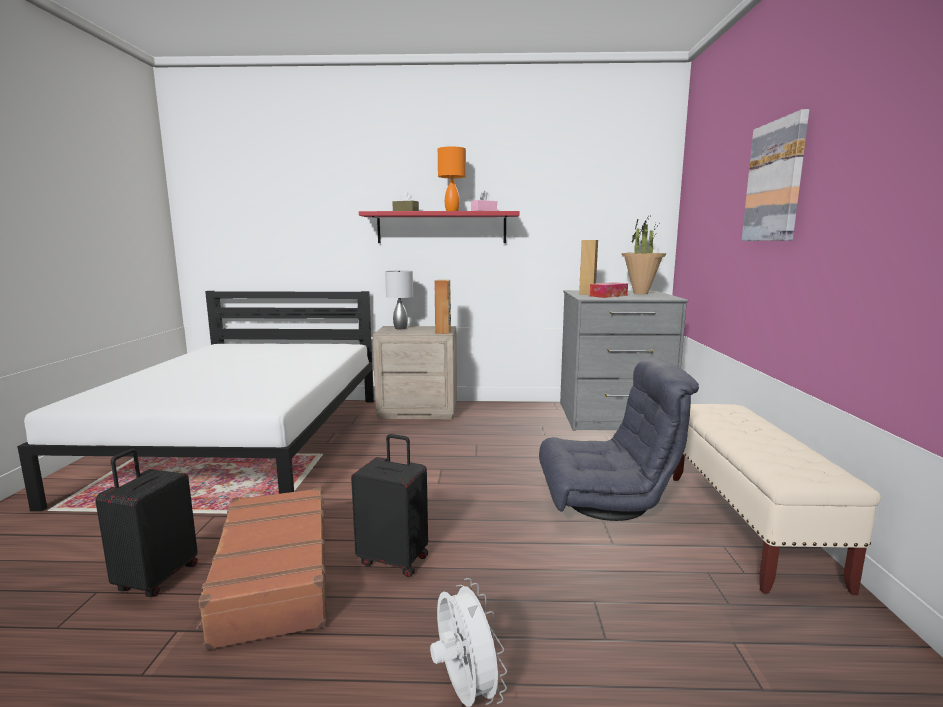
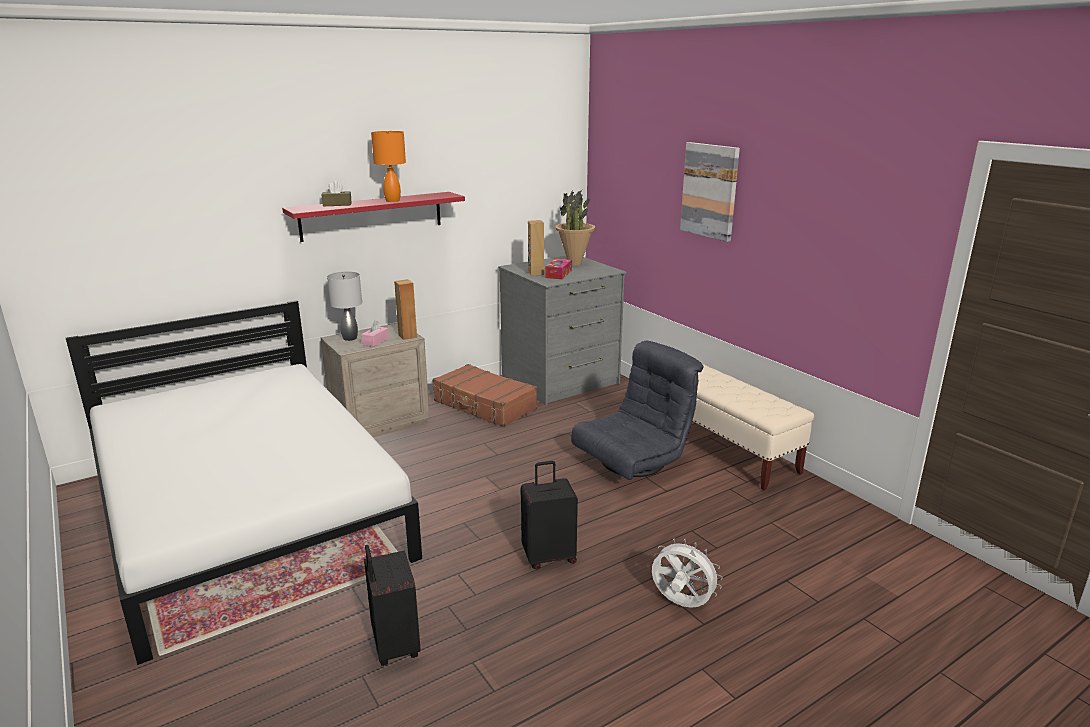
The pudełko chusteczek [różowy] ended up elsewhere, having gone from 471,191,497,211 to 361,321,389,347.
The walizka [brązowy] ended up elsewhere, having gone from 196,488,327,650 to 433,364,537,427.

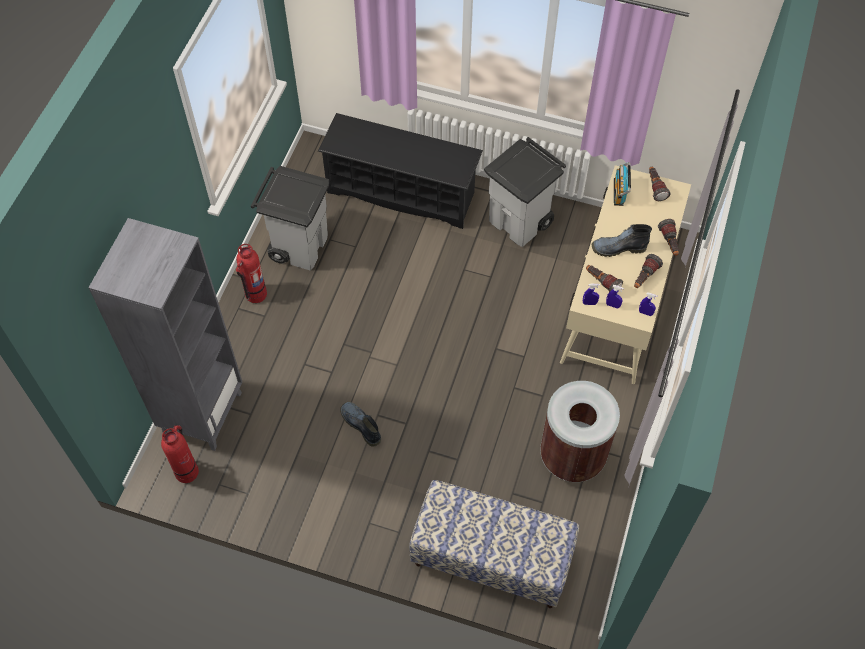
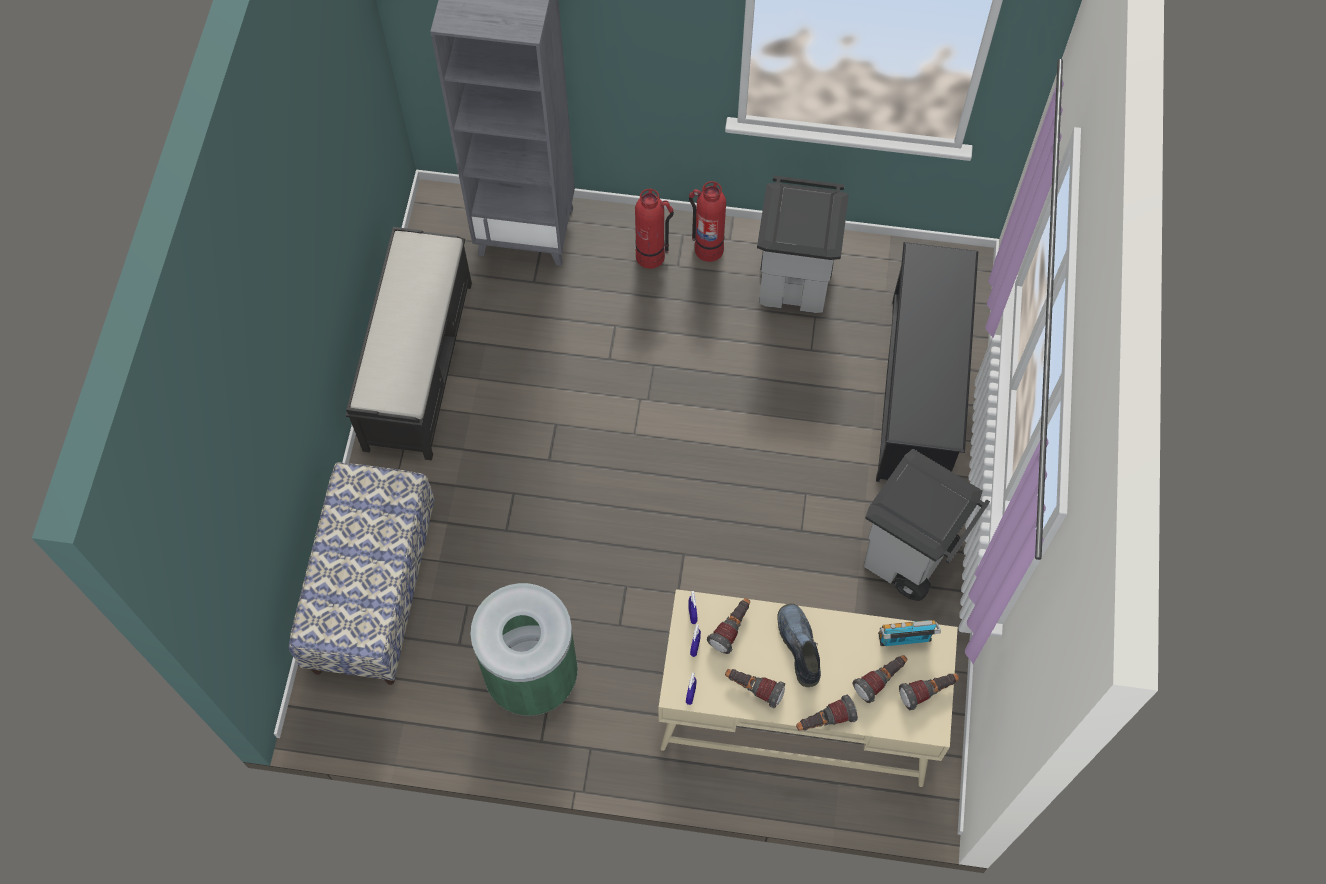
What was the kosz na śmieci [brązowy] at 540,381,620,482 turned into the kosz na śmieci [zielony] at 471,583,578,716.
The second view lost the but z cholewką at 340,402,381,447.
The gaśnica ended up elsewhere, having gone from 161,425,199,483 to 635,189,674,269.
The second view gained the ławka [czarny] at 346,227,472,461.
The second view gained the latarka at 853,655,907,703.

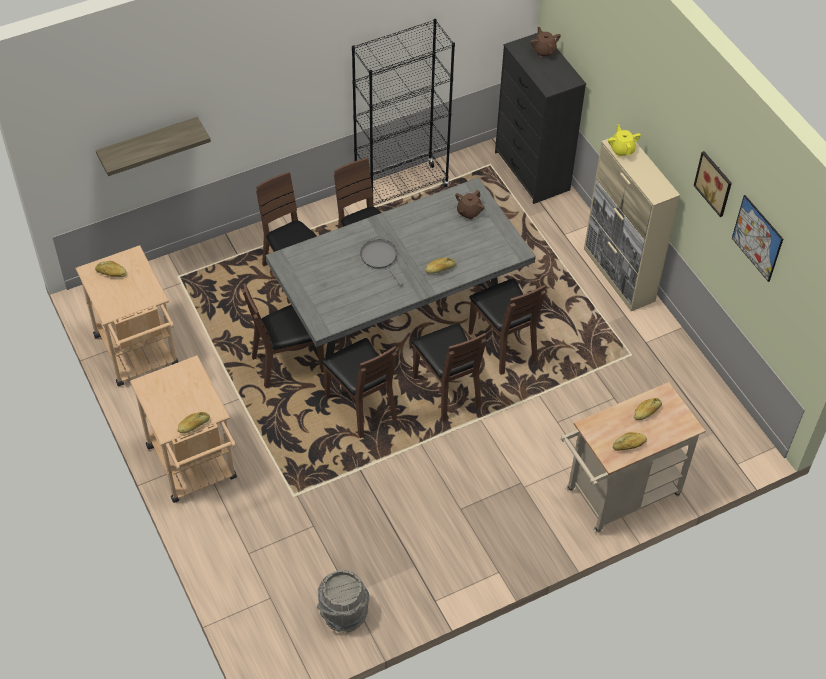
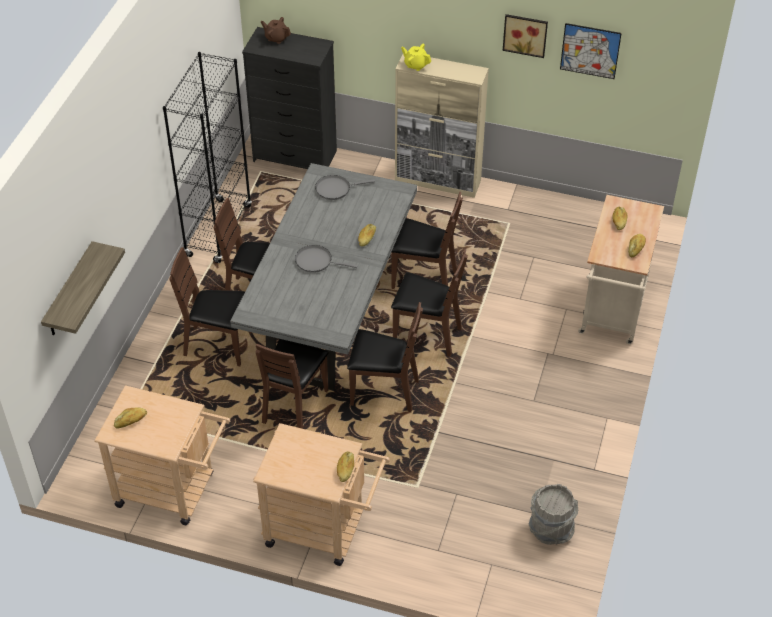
Where the imbryk [brązowy] stood at 455,190,484,220, the patelnia [szary] came to stand at 315,175,375,200.

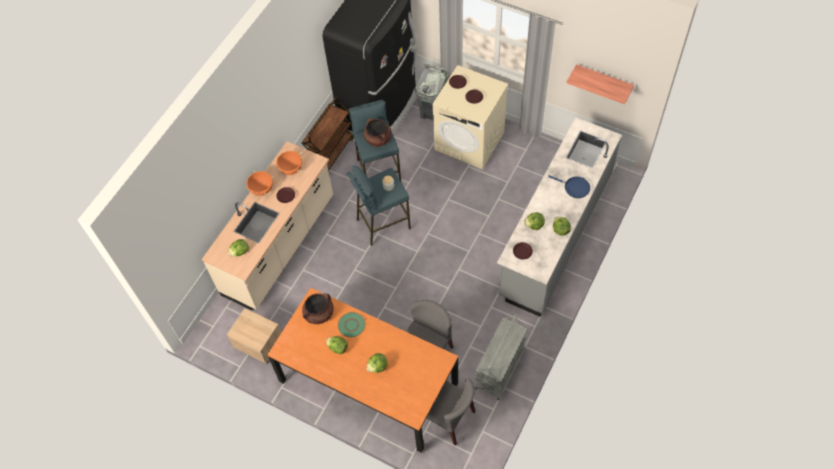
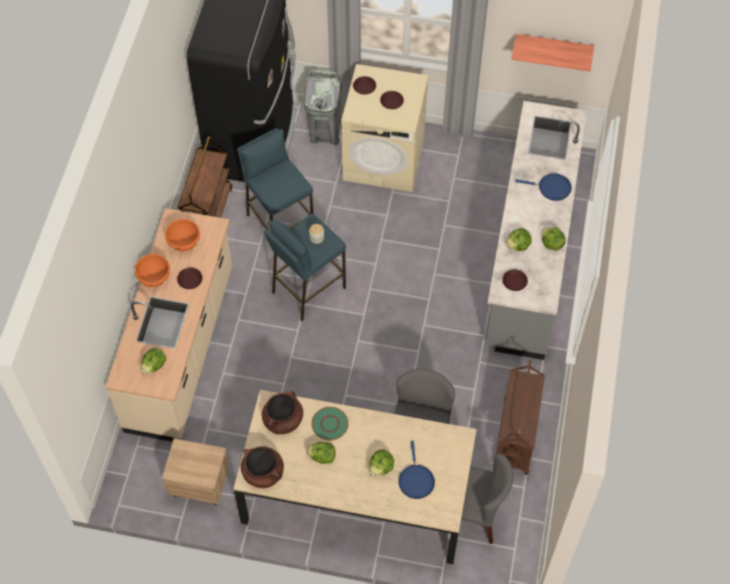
The garnek [brązowy] ended up elsewhere, having gone from 363,119,392,147 to 241,446,284,488.
What was the stół jadalny [pomarańczowy] at 267,288,458,453 turned into the stół jadalny [beżowy] at 233,390,477,564.
What was the wózek [szary] at 475,314,528,400 turned into the wózek [brązowy] at 493,360,545,474.
The second view gained the patelnia [niebieski] at 399,441,435,499.

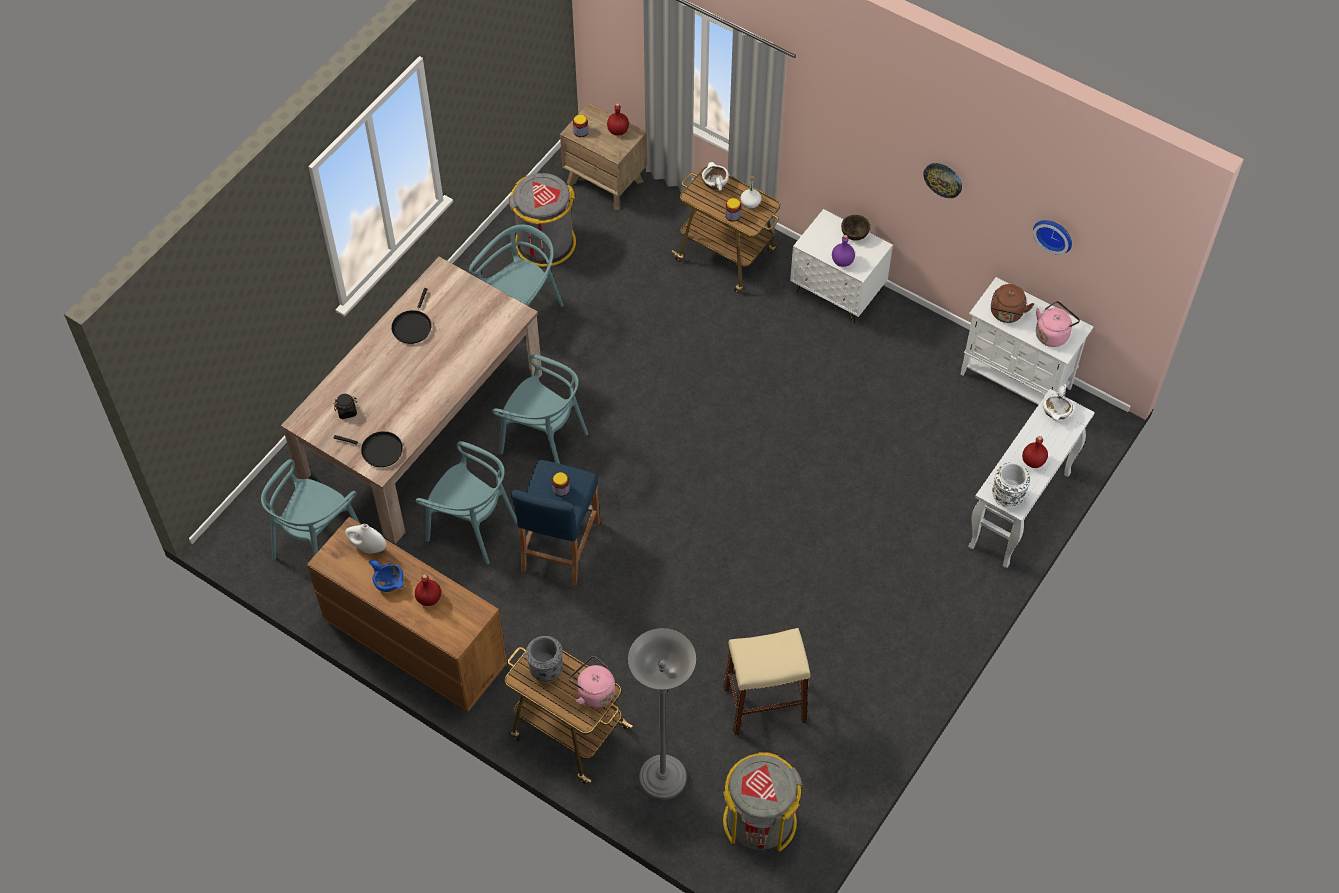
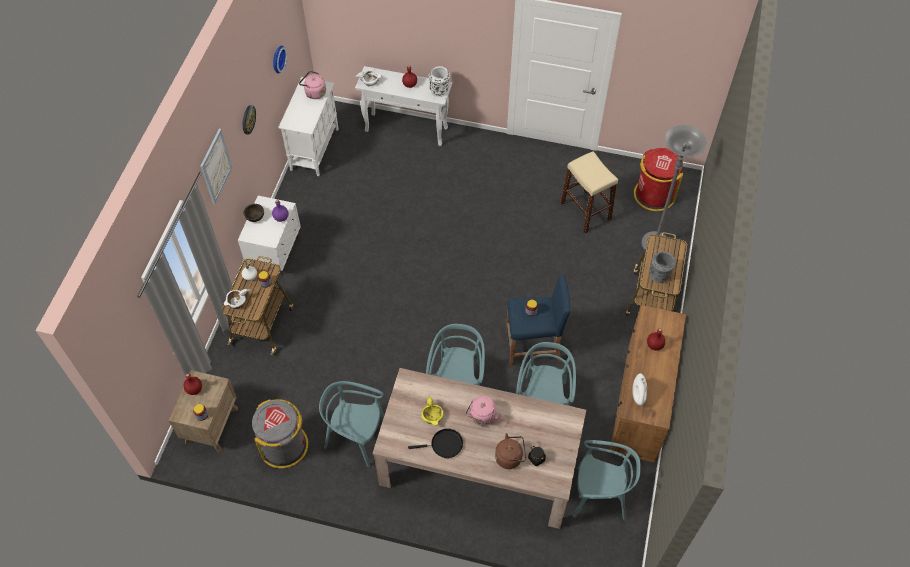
The czajnik [brązowy] ended up elsewhere, having gone from 991,284,1034,323 to 495,433,526,469.
The second view lost the patelnia [czarny] at 333,431,403,467.
The second view lost the miska [niebieski] at 369,560,404,592.
The czajnik [różowy] ended up elsewhere, having gone from 569,656,615,708 to 466,396,501,426.
What was the kosz na śmieci [szary] at 723,752,802,852 turned into the kosz na śmieci [czerwony] at 634,147,683,211.
The second view gained the obraz at 200,129,233,204.
The second view gained the miska [żółty] at 421,396,444,426.

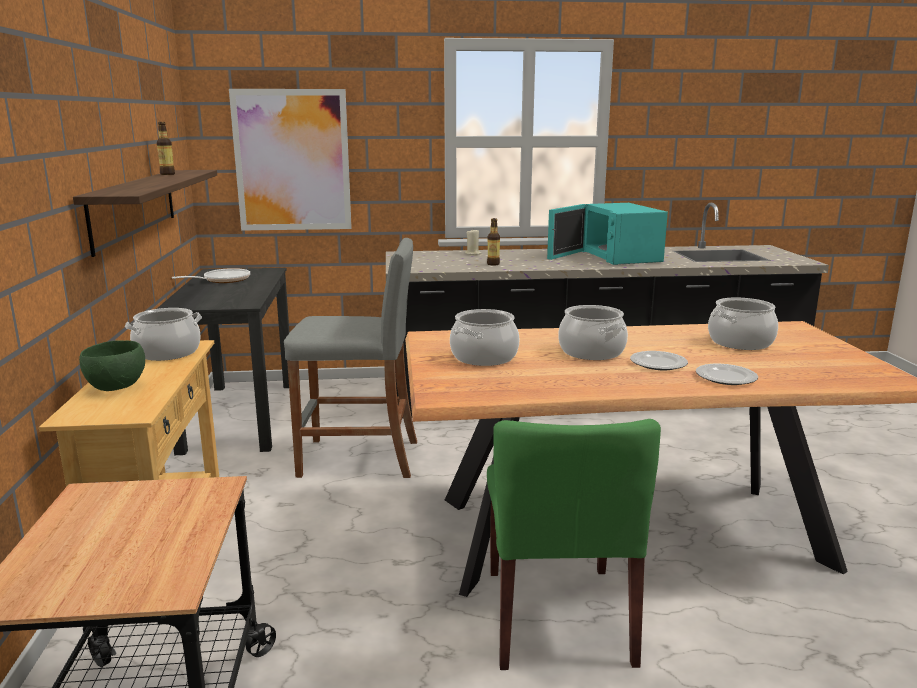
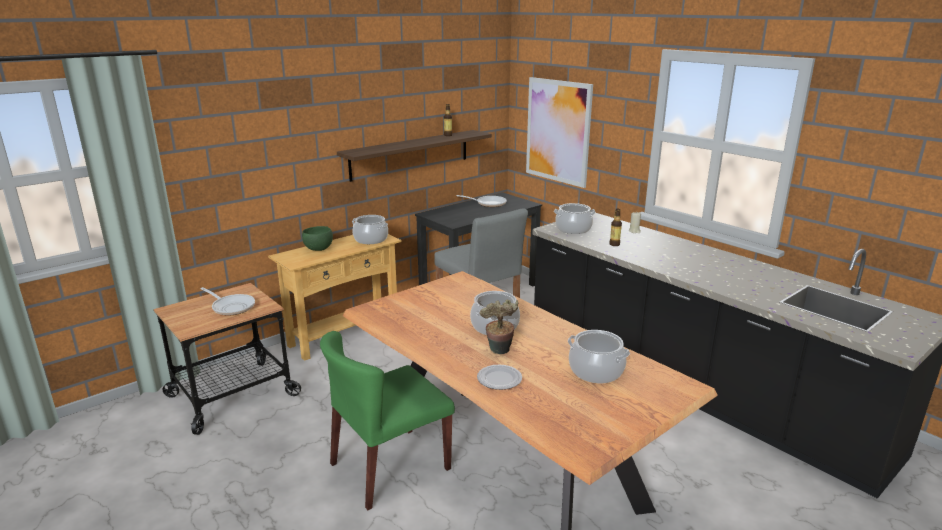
The second view lost the mikrofalówka [turkusowy] at 547,203,668,265.
The garnek ended up elsewhere, having gone from 450,309,520,366 to 554,203,596,234.
Where the talerz stood at 630,351,688,370, the roślina doniczkowa came to stand at 480,299,518,354.
The second view gained the patelnia at 200,287,255,316.

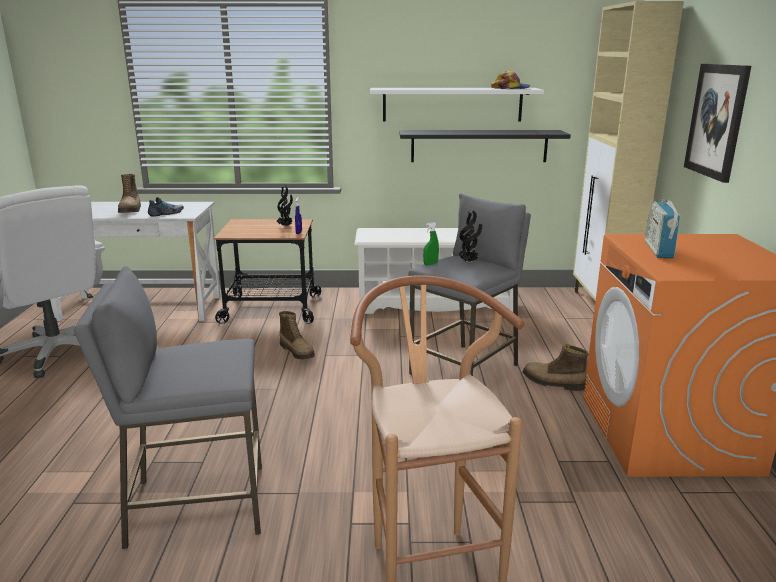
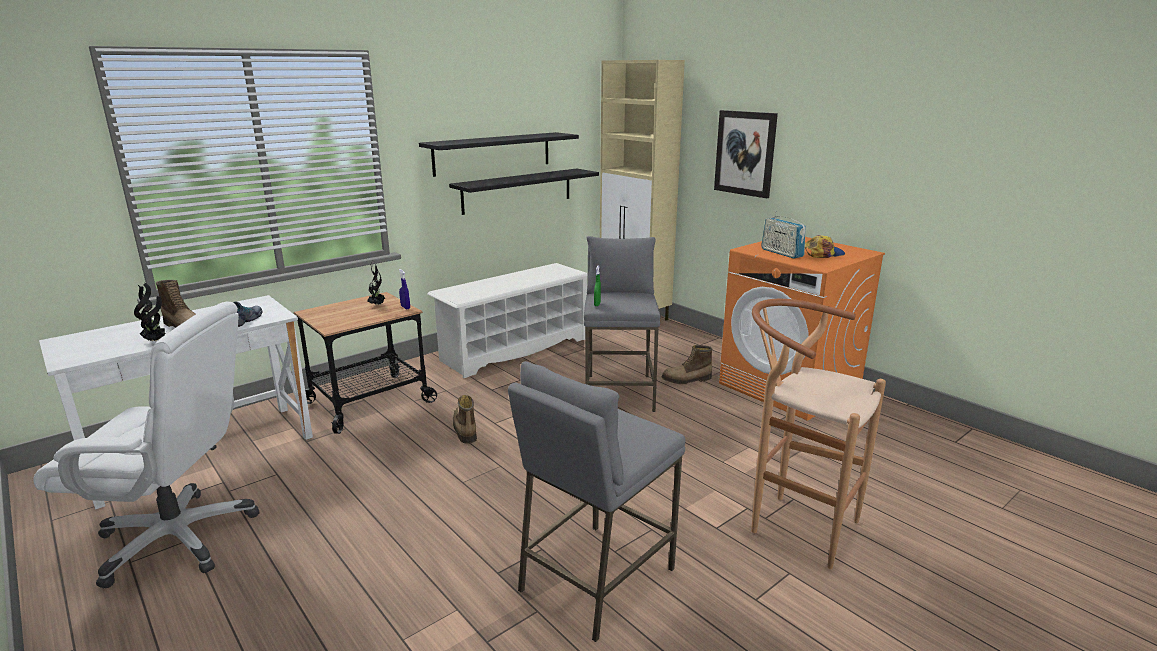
The czapka z daszkiem ended up elsewhere, having gone from 491,71,530,89 to 805,235,845,258.
What was the półka [biały] at 370,88,544,122 turned into the półka [czarny] at 419,132,579,177.
The roślina doniczkowa ended up elsewhere, having gone from 459,210,482,263 to 134,283,165,342.
The but z cholewką at 279,311,315,359 ended up facing another way, 120 degrees counterclockwise from before.

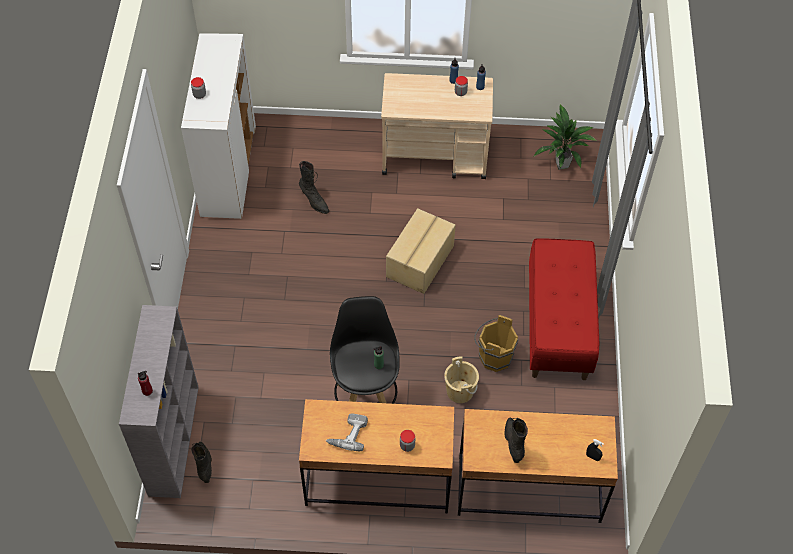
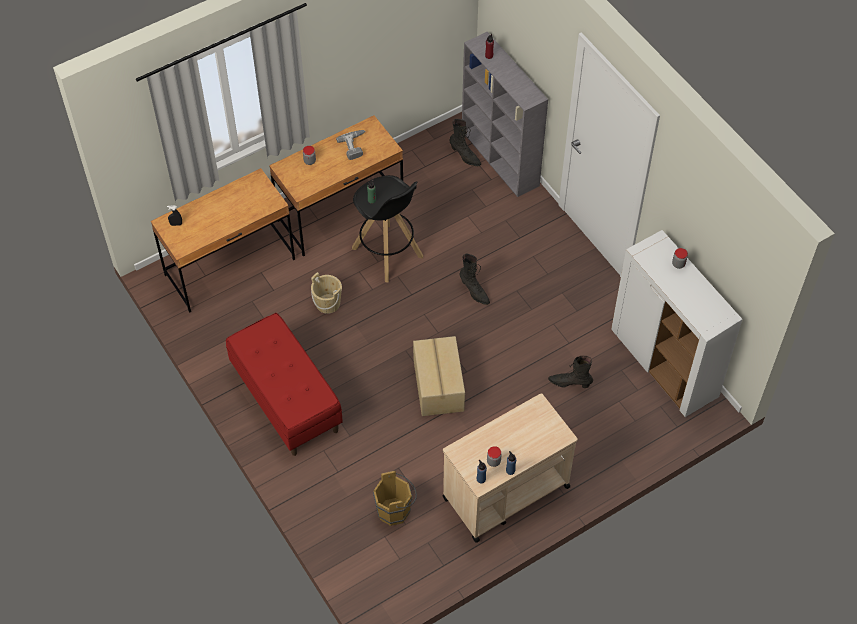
The second view lost the roślina doniczkowa at 533,104,596,170.
The wiadro [brązowy] ended up elsewhere, having gone from 474,315,518,372 to 373,471,417,526.
The but z cholewką [czarny] ended up elsewhere, having gone from 504,417,528,463 to 460,254,490,305.

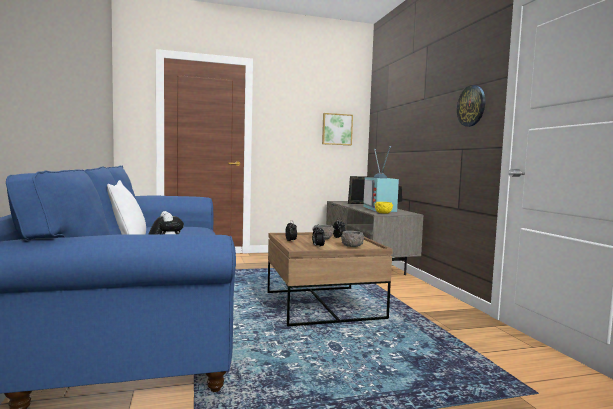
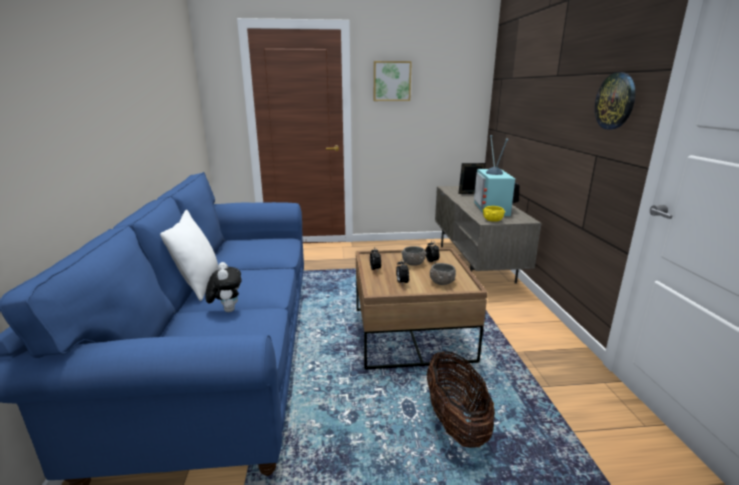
The obraz ended up elsewhere, having gone from 322,113,353,145 to 374,61,412,101.
The second view gained the koszyk at 427,351,495,448.

